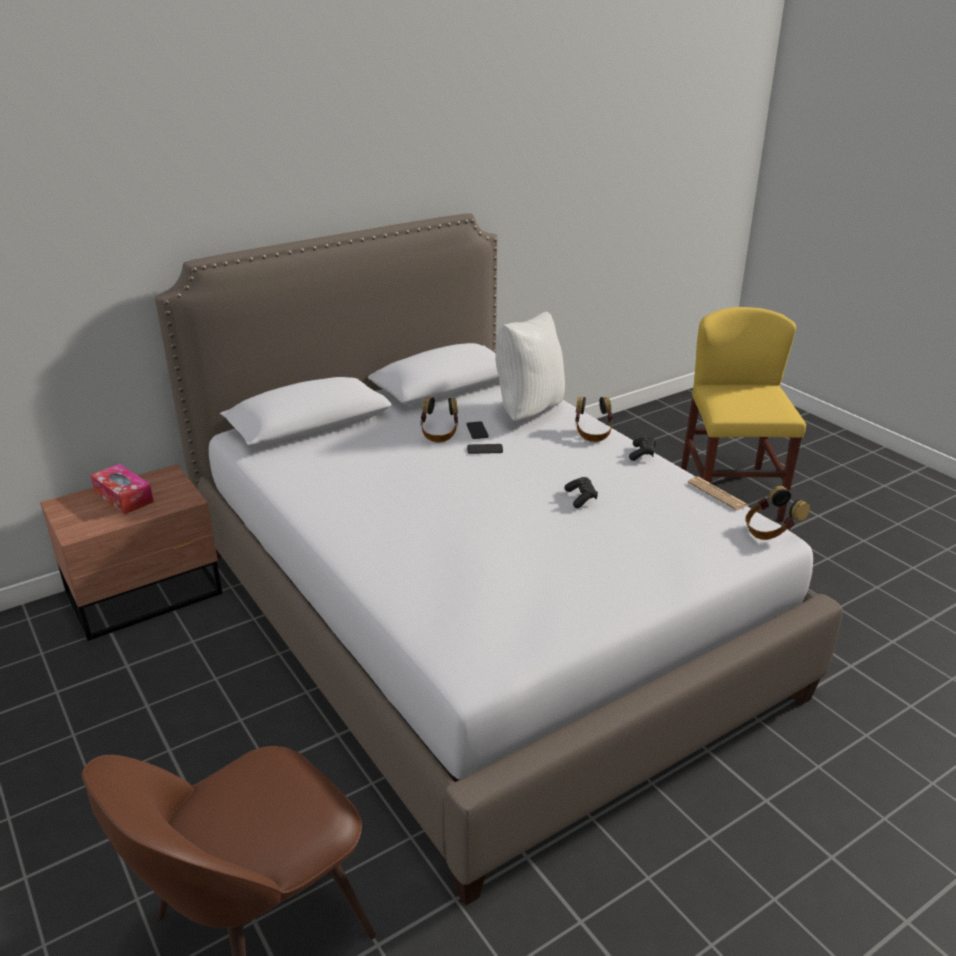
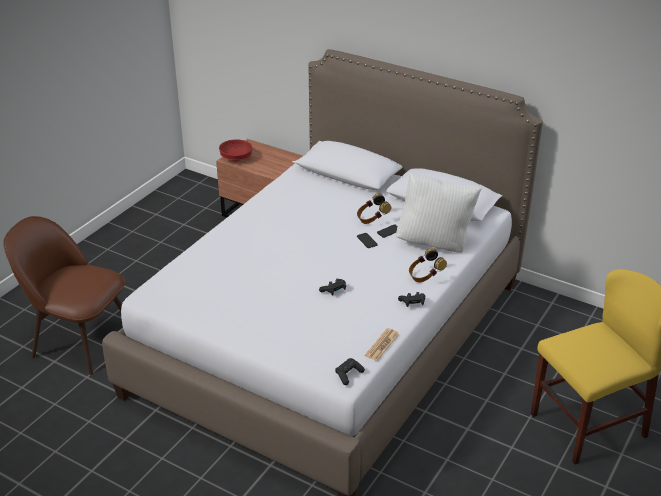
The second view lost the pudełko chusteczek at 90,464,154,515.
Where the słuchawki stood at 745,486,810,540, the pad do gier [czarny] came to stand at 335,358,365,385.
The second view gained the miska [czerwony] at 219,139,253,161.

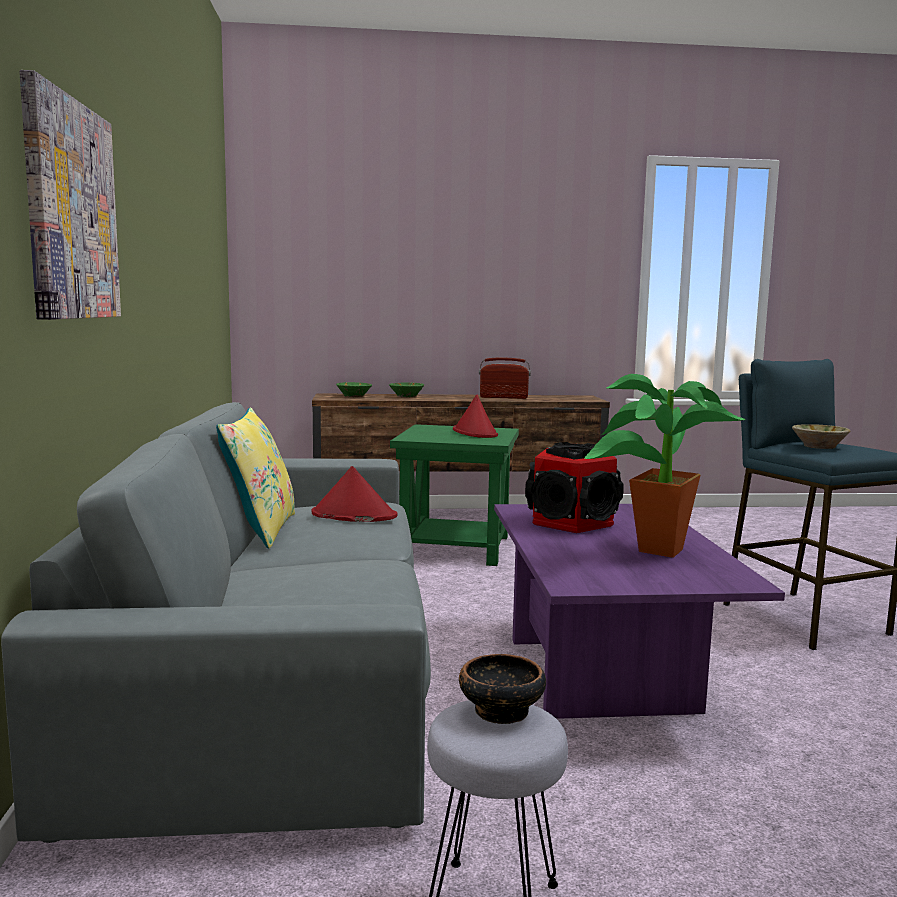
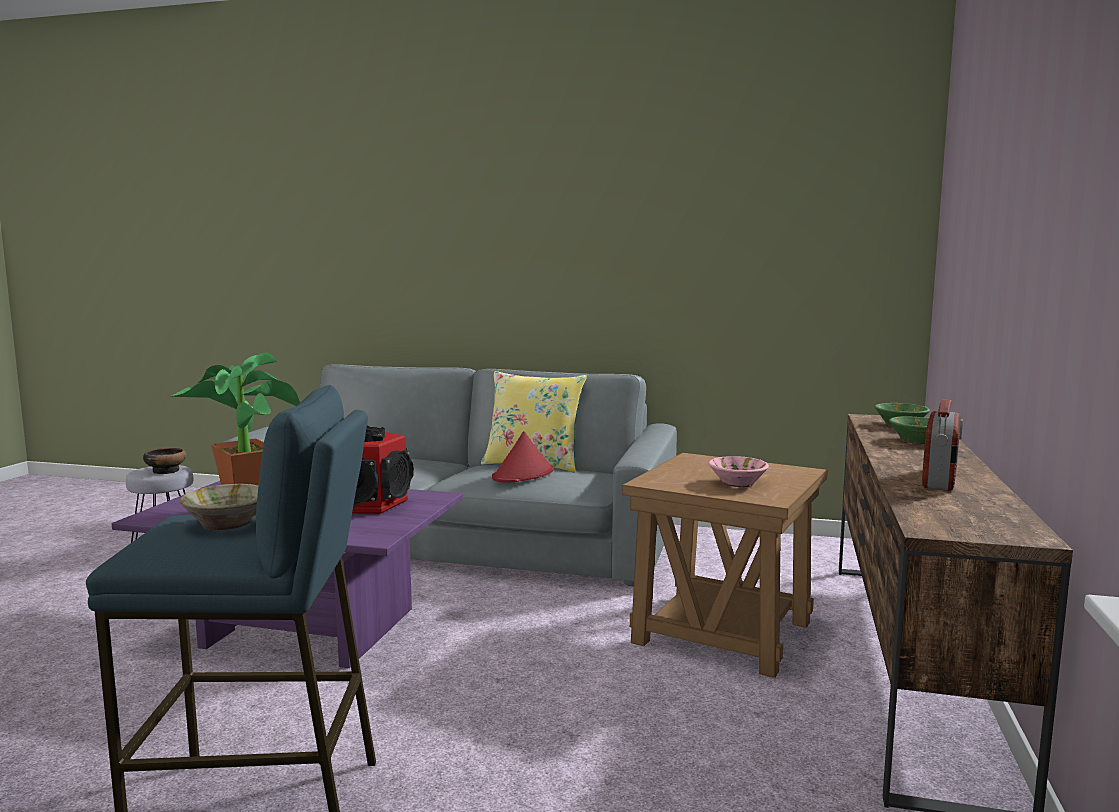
The second view lost the obraz at 19,70,121,320.
Where the kapelusz [czerwony] stood at 453,395,498,438, the miska [różowy] came to stand at 708,456,769,487.
What was the stolik [zielony] at 390,424,519,566 turned into the stolik [brązowy] at 622,453,827,678.

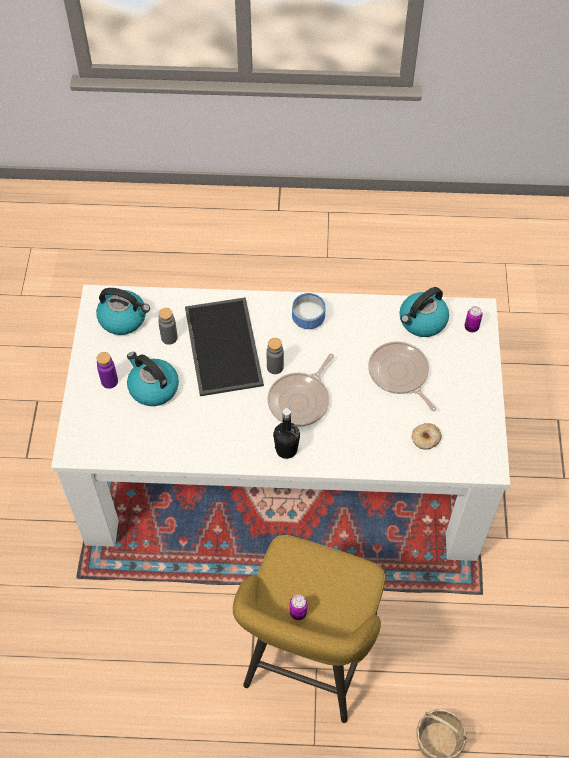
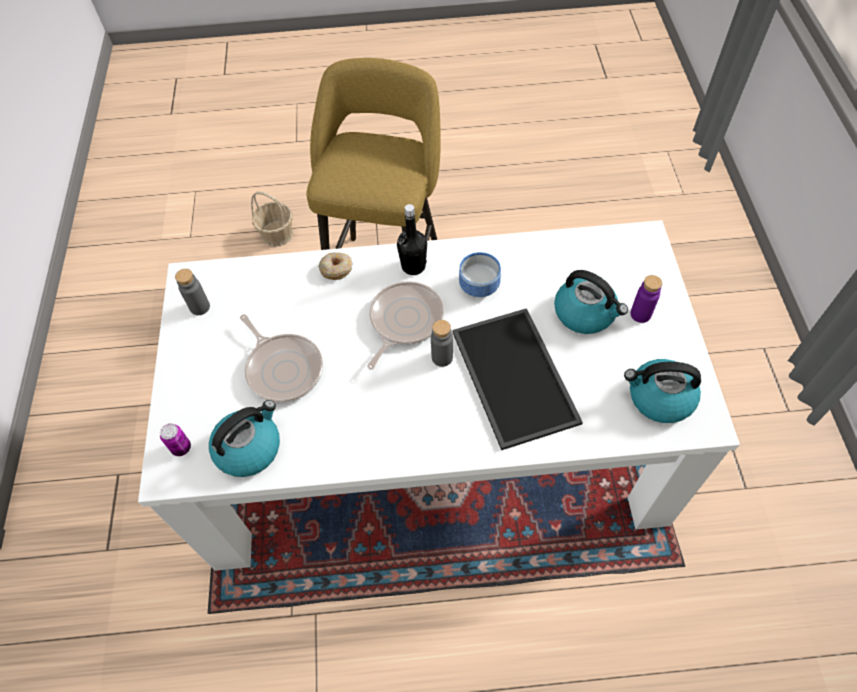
The miska ended up elsewhere, having gone from 292,293,325,329 to 459,252,501,297.
The butelka [szary] ended up elsewhere, having gone from 158,308,178,345 to 175,269,210,315.
The donut ended up elsewhere, having gone from 412,423,442,450 to 319,252,353,280.
The second view lost the puszka at 290,595,307,620.

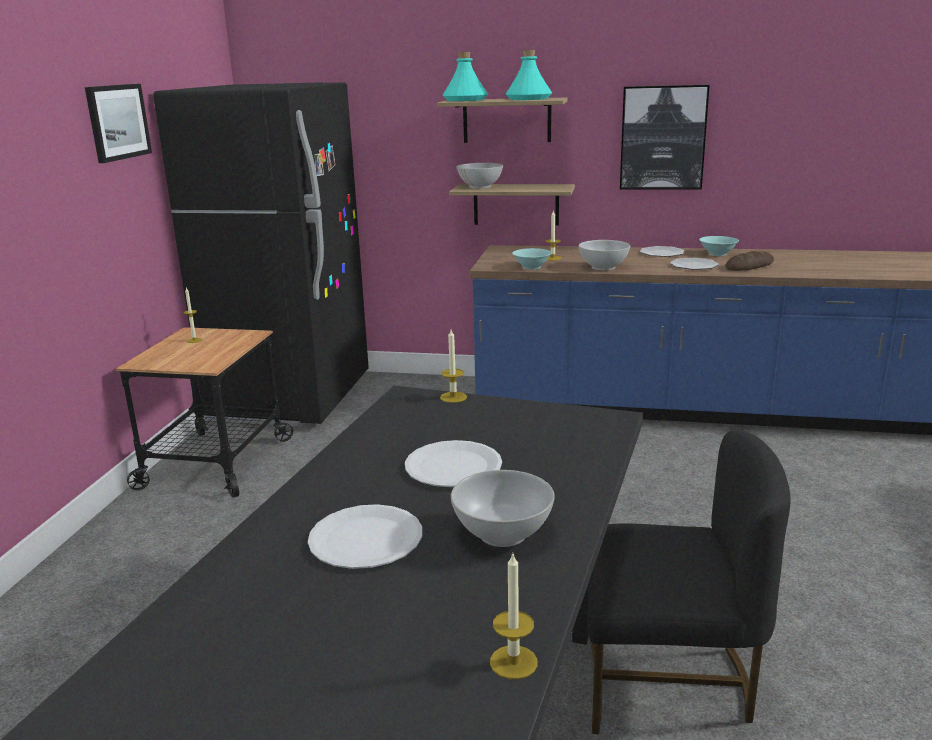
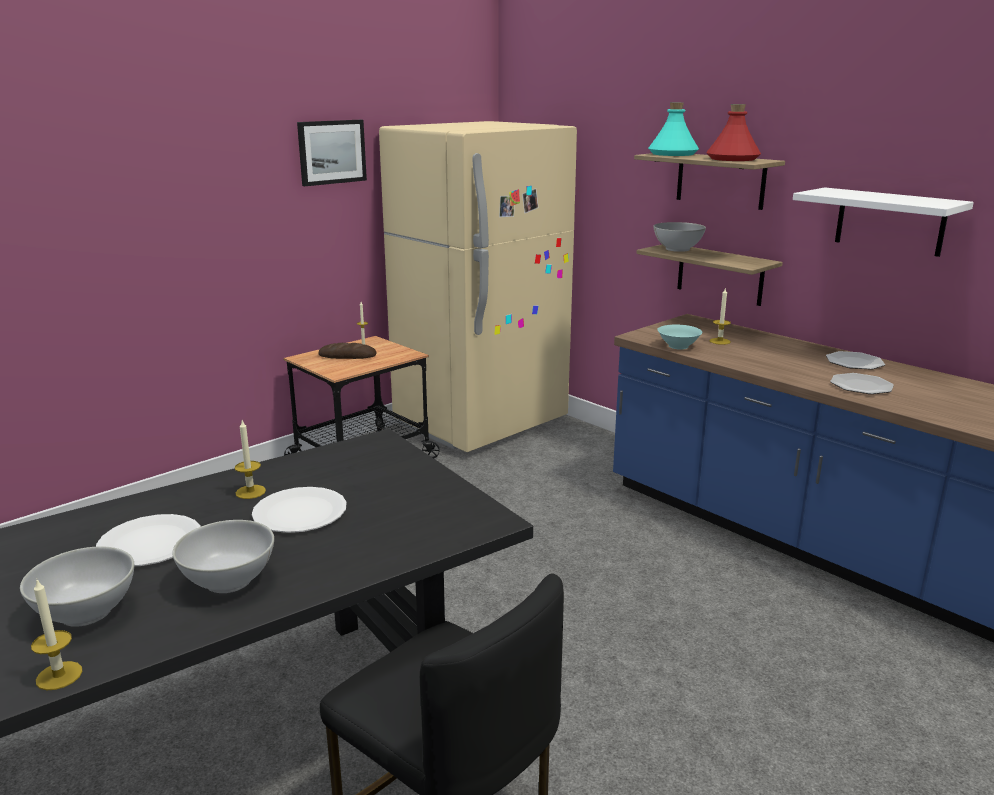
What was the butelka [turkusowy] at 506,50,552,100 turned into the butelka [czerwony] at 706,104,761,161.
What was the lodówka [czarny] at 153,82,369,427 turned into the lodówka [beżowy] at 379,121,577,452.
Where the obraz hung at 620,85,710,190, the półka [biały] came to hang at 793,188,974,257.
The second view lost the miska [turkusowy] at 699,236,739,256.
The miska [biały] ended up elsewhere, having gone from 579,240,630,270 to 20,546,134,627.
The chleb ended up elsewhere, having gone from 725,251,774,271 to 319,343,376,359.
The świeca ended up elsewhere, having gone from 440,330,467,403 to 235,420,266,499.

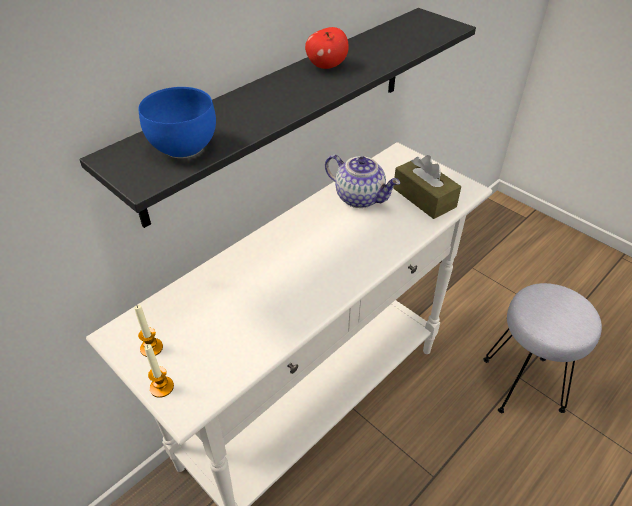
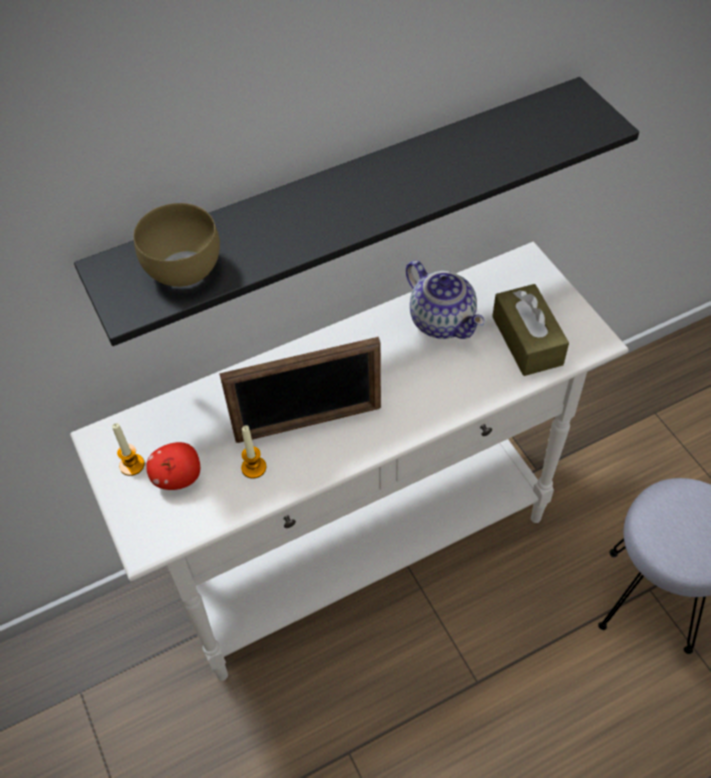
The jabłko ended up elsewhere, having gone from 305,27,349,69 to 146,442,200,490.
What was the miska [niebieski] at 139,87,216,158 turned into the miska [brązowy] at 134,203,220,287.
The świeca ended up elsewhere, having gone from 144,344,174,398 to 241,425,267,479.
The second view gained the ramka na zdjęcie at 219,337,381,443.

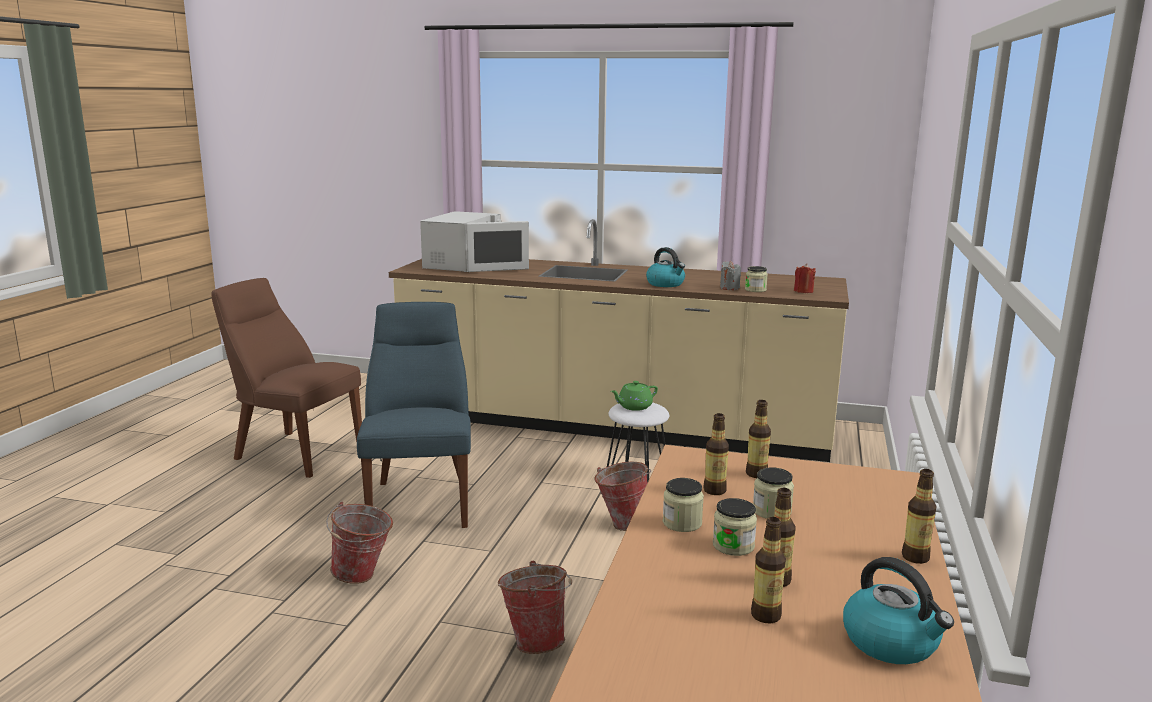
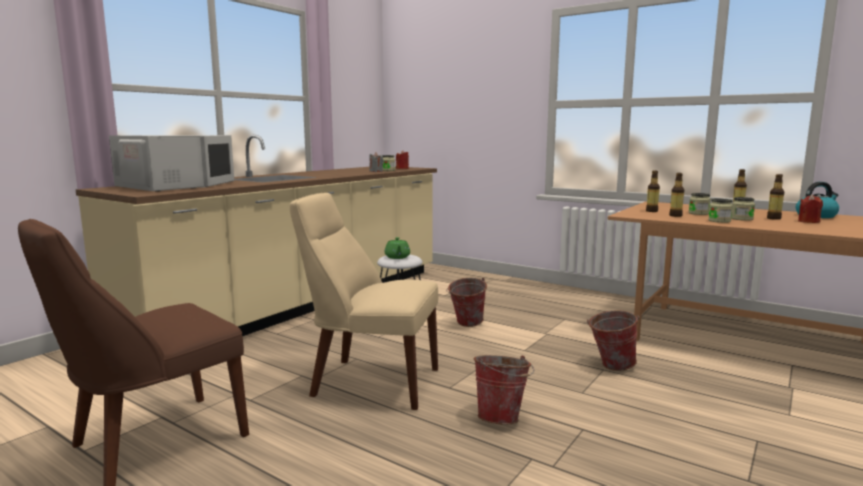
The second view lost the czajnik at 646,247,685,287.
What was the krzesło [niebieski] at 357,302,471,528 turned into the krzesło [beżowy] at 290,193,438,410.
Where the butelka stood at 751,517,786,623, the świeca [czerwony] came to stand at 798,194,823,223.

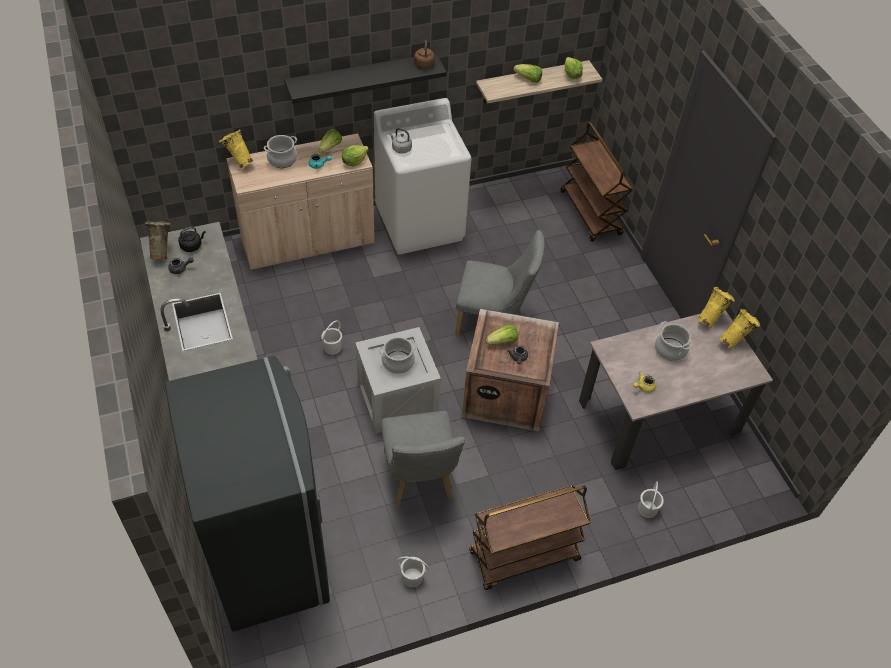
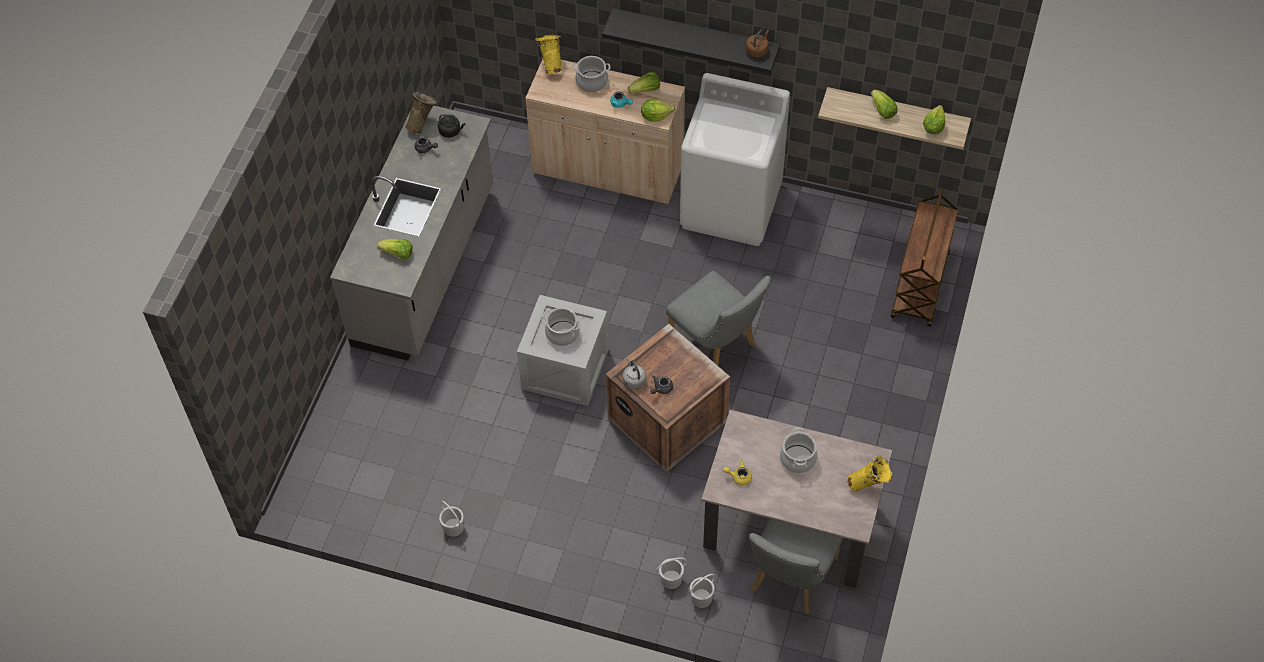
The czajnik [szary] ended up elsewhere, having gone from 389,128,412,154 to 623,358,646,389.
The second view lost the wazon [żółty] at 697,287,735,328.
The wiadro [biały] ended up elsewhere, having gone from 321,320,342,355 to 656,557,687,589.
The sałata ended up elsewhere, having gone from 486,324,518,345 to 377,239,413,259.
The second view lost the lodówka [szary] at 165,356,330,631.
The krzesło [szary] ended up elsewhere, having gone from 381,411,465,507 to 749,519,843,614.
The second view lost the wózek [brązowy] at 469,485,591,590.

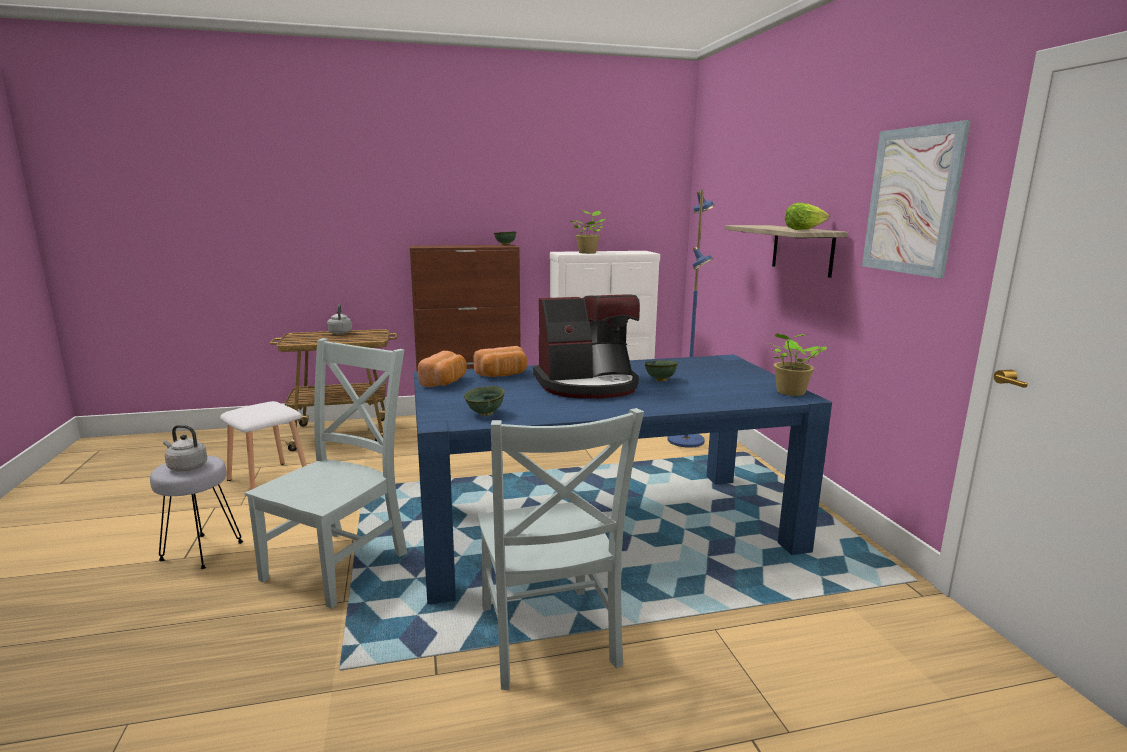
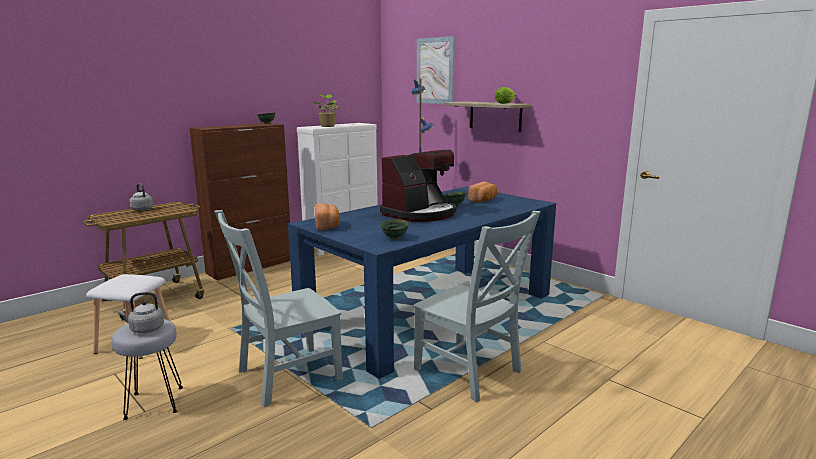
The obraz ended up elsewhere, having gone from 862,120,971,278 to 417,36,455,104.
The second view lost the roślina doniczkowa at 768,333,827,396.
The krzesło [szary] at 245,338,407,609 ended up facing another way, 120 degrees counterclockwise from before.
The chleb ended up elsewhere, having gone from 474,346,527,377 to 468,181,497,202.

